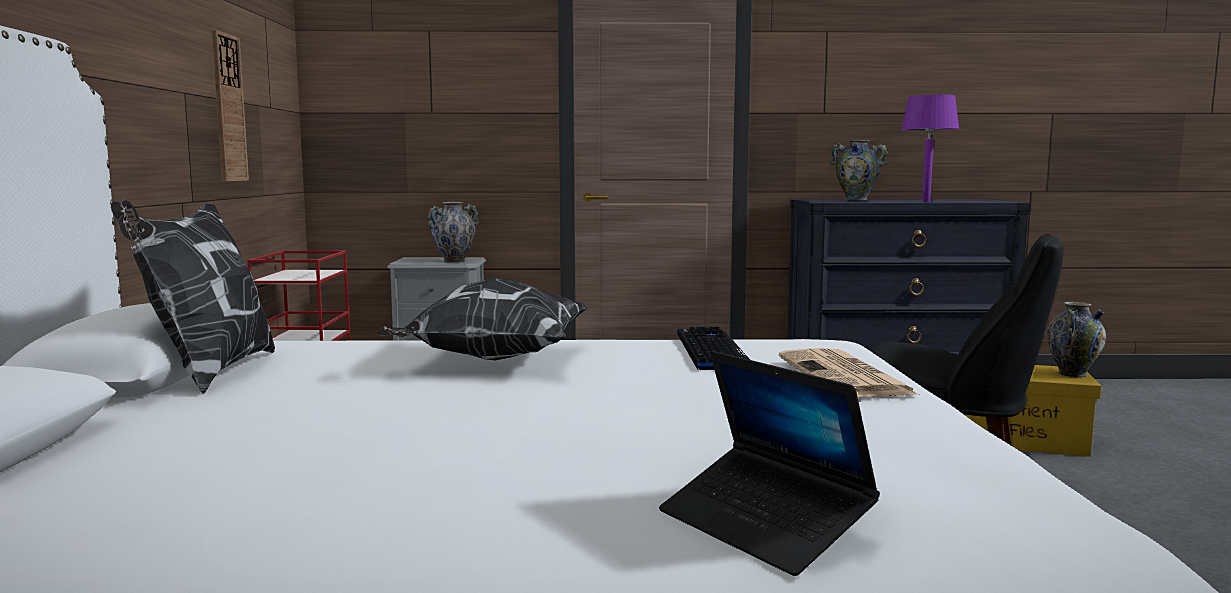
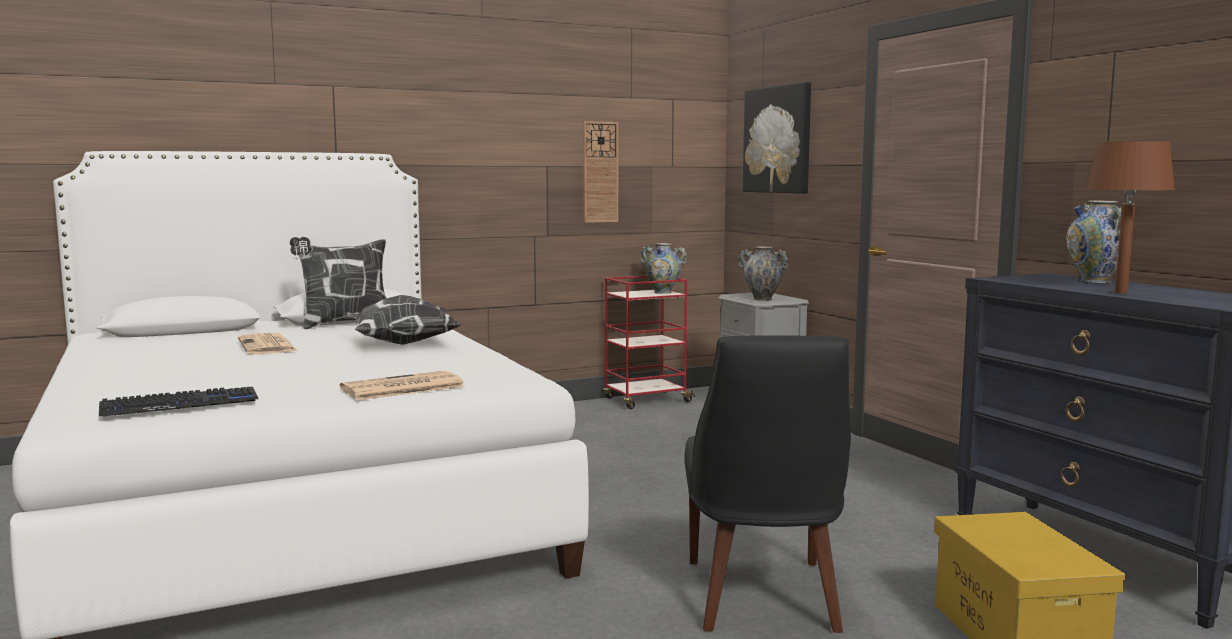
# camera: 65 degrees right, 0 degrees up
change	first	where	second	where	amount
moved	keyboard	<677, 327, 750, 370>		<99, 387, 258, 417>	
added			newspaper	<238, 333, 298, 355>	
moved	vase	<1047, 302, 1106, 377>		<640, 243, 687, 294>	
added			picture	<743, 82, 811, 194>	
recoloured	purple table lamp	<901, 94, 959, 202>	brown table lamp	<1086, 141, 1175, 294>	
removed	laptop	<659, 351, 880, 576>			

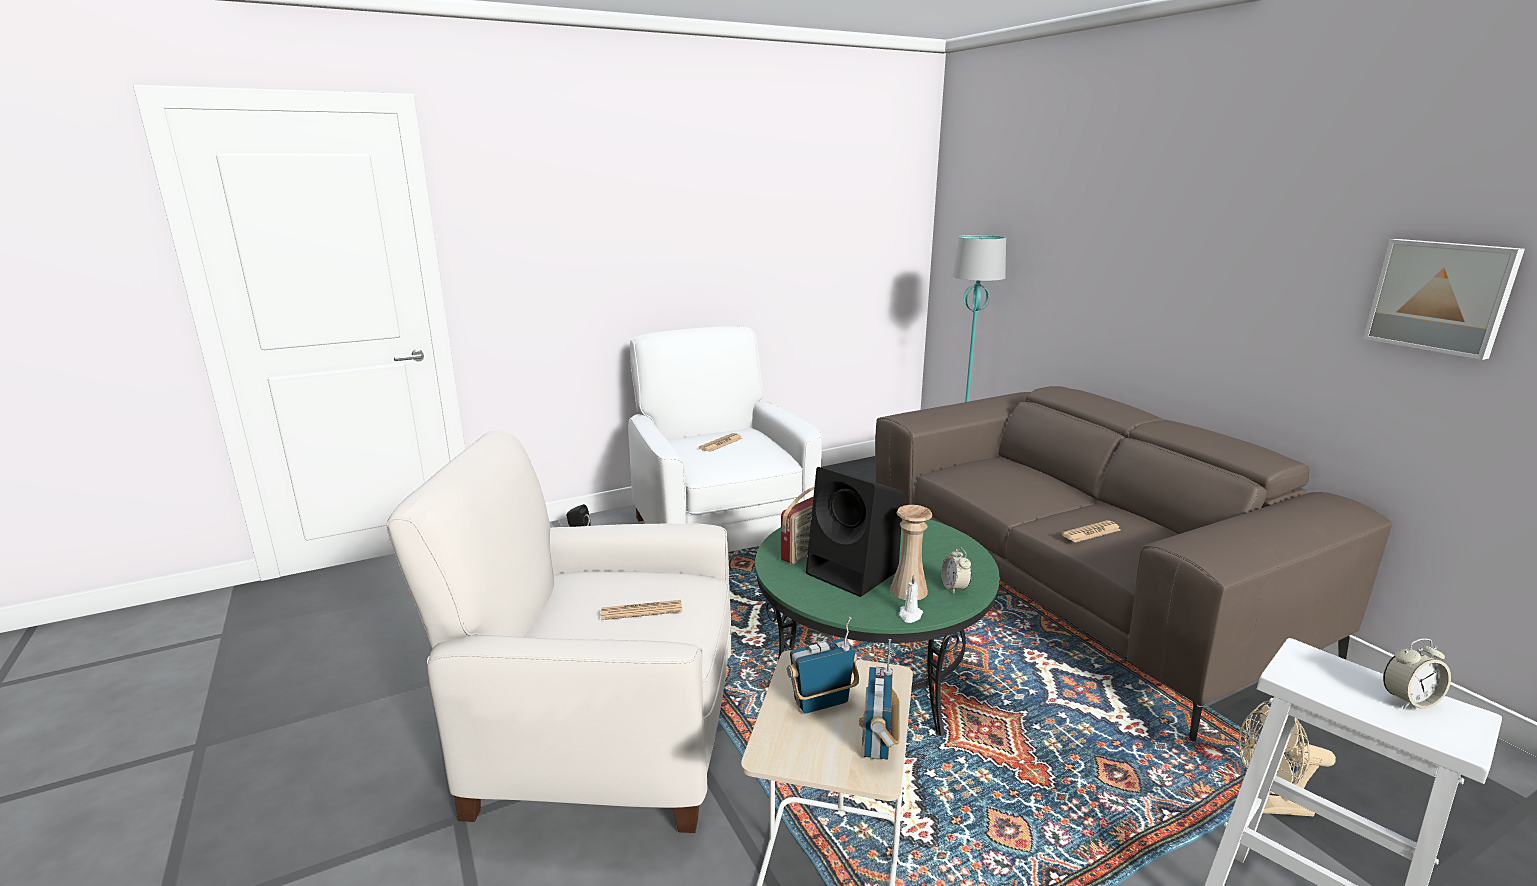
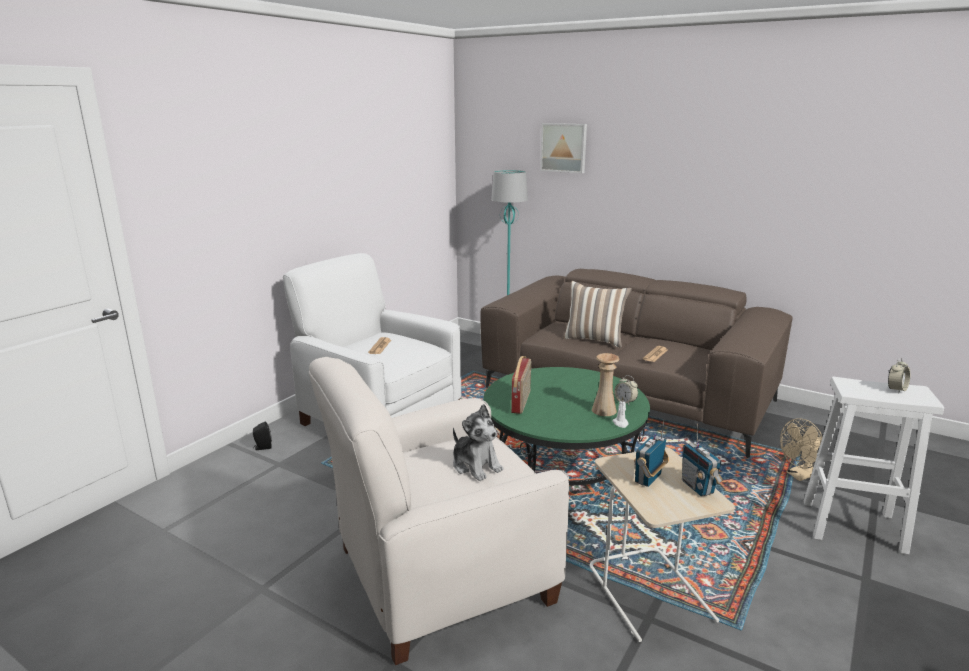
# camera: 30 degrees left, 0 degrees up
change	first	where	second	where	amount
replaced	newspaper	<601, 600, 682, 620>	plush toy	<453, 404, 504, 481>	
moved	picture	<1363, 239, 1525, 360>		<540, 123, 587, 173>	
added			pillow	<564, 281, 632, 348>	
removed	black speaker	<806, 467, 904, 597>			

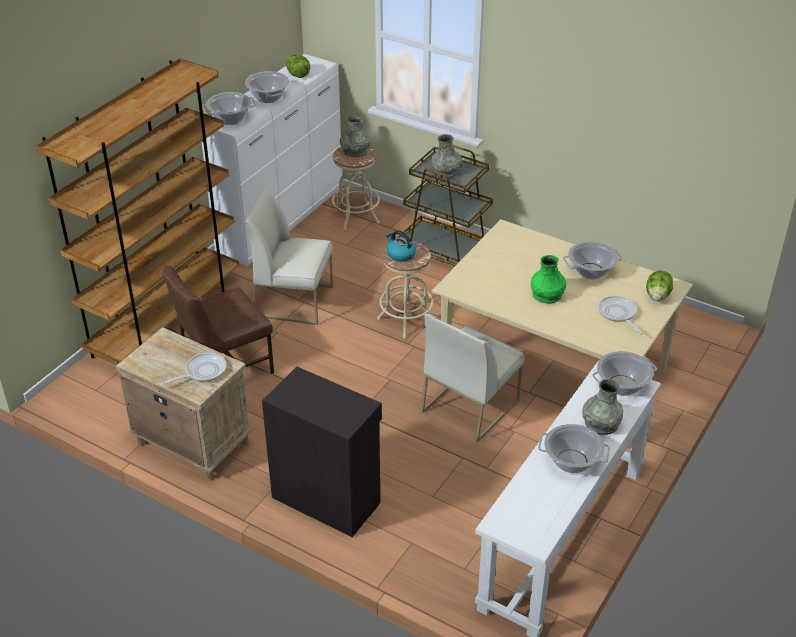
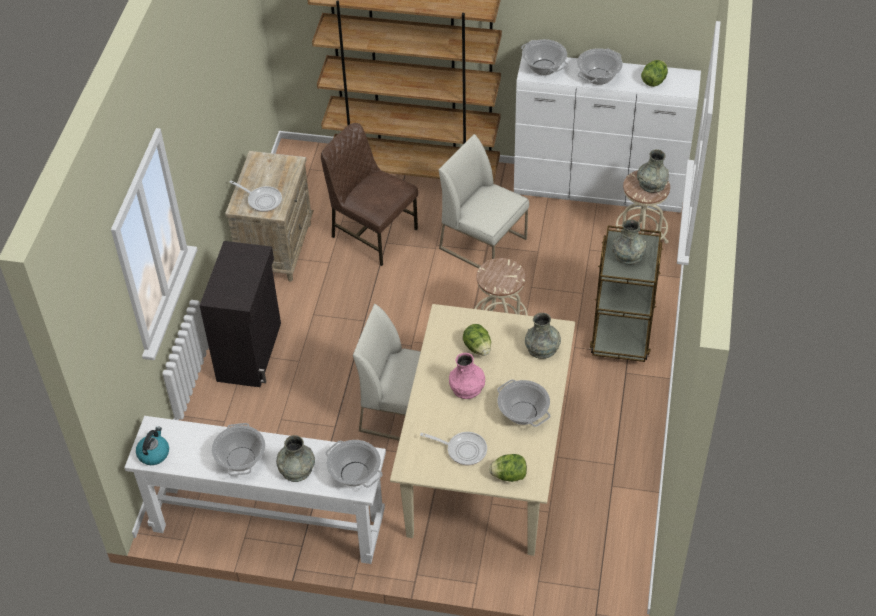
# camera: 70 degrees right, 10 degrees up
change	first	where	second	where	amount
moved	kettle	<386, 230, 416, 262>		<136, 427, 169, 465>	
turned	frying pan	<598, 296, 643, 335>		<420, 432, 487, 465>	60 degrees clockwise
turned	white chair	<245, 187, 333, 325>		<439, 134, 529, 269>	45 degrees counterclockwise
recoloured	green vase	<531, 255, 566, 304>	pink vase	<449, 353, 485, 399>	
added			lettuce	<463, 324, 491, 356>	
added			grey vase	<525, 313, 561, 359>	

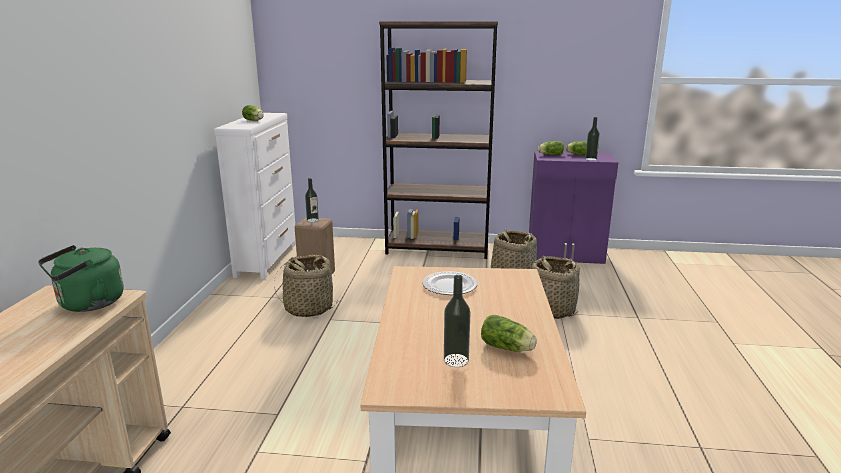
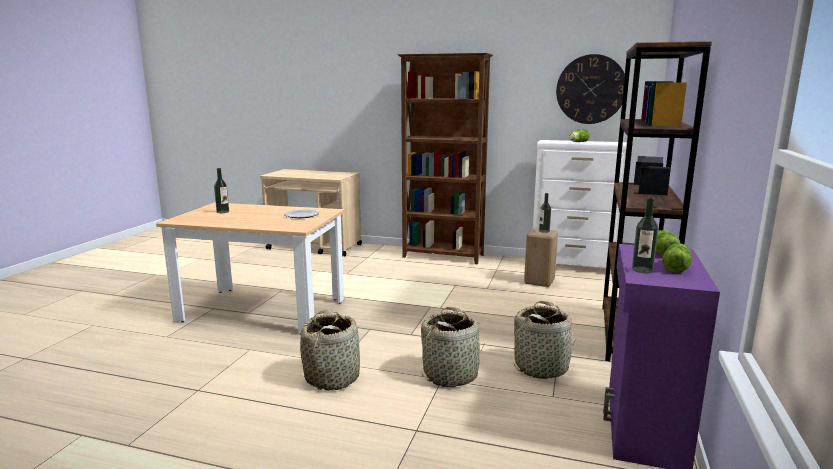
# camera: 100 degrees right, 5 degrees down
change	first	where	second	where	amount
moved	basket	<274, 255, 338, 317>		<300, 310, 360, 391>	
added			brown bookcase	<397, 53, 493, 264>	
added			wall clock	<556, 54, 625, 124>	
removed	green kettle	<38, 245, 124, 312>			
removed	lettuce	<481, 315, 537, 352>			

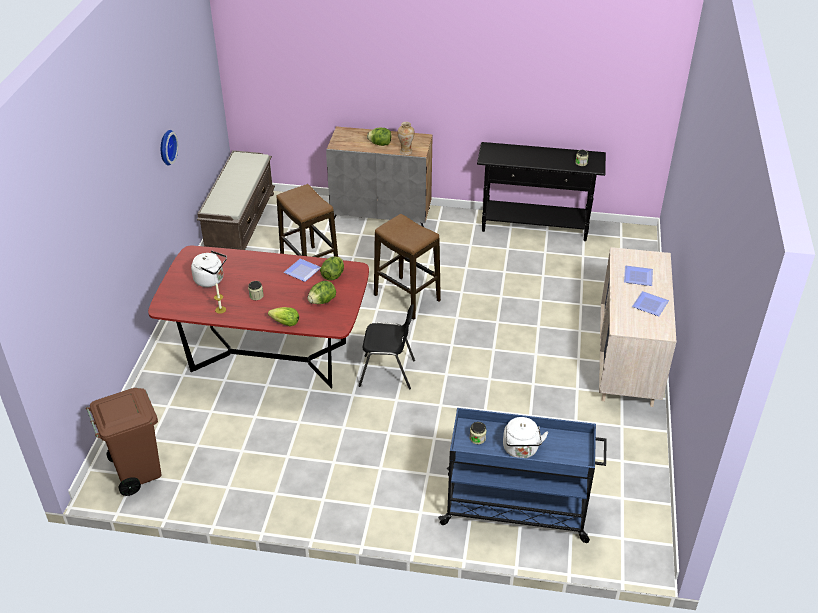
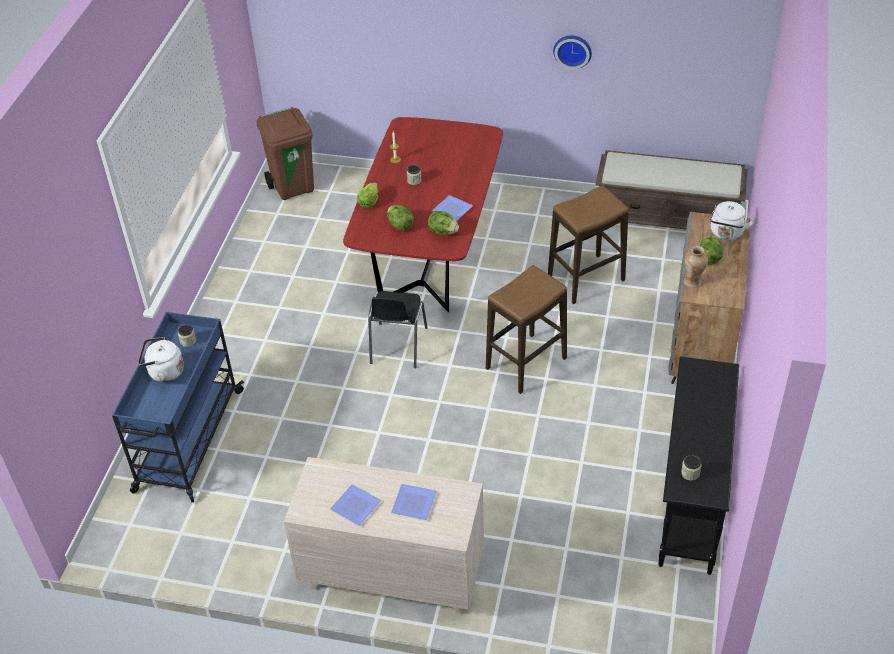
# camera: 95 degrees right, 5 degrees up
change	first	where	second	where	amount
moved	white kettle	<191, 251, 227, 287>		<710, 201, 755, 240>	

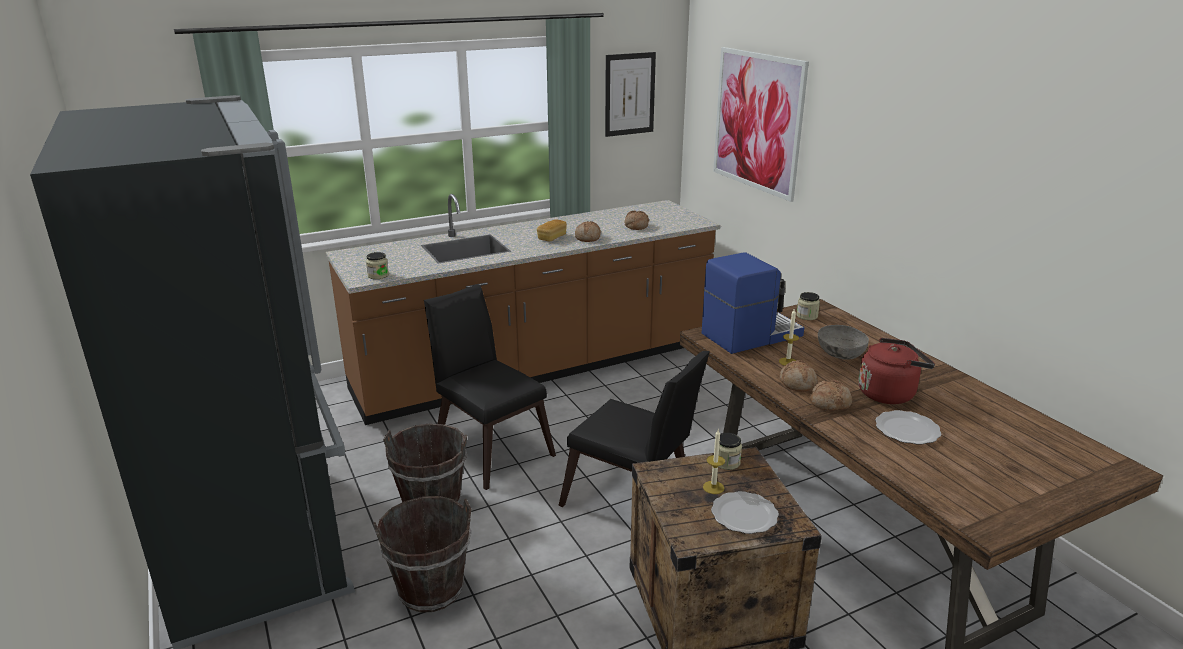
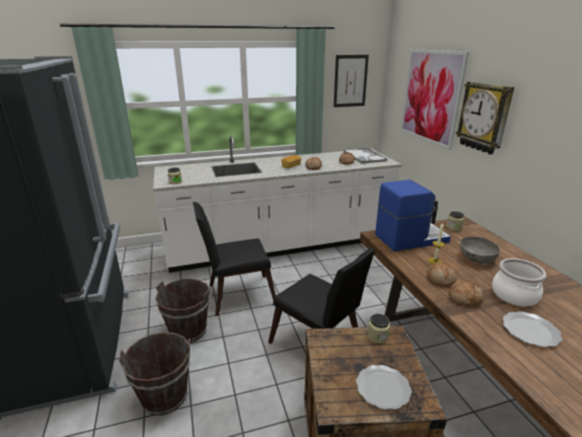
# camera: 10 degrees right, 0 degrees up
change	first	where	second	where	amount
recoloured	brown counter	<326, 194, 721, 425>	white counter	<153, 136, 402, 273>	
turned	black chair	<424, 284, 556, 490>		<193, 202, 276, 316>	75 degrees counterclockwise
added			tray	<344, 148, 387, 163>	
added			wall clock	<456, 81, 514, 155>	
replaced	red kettle	<858, 338, 935, 404>	cooking pot	<492, 258, 546, 306>	
removed	candle	<703, 430, 725, 494>			

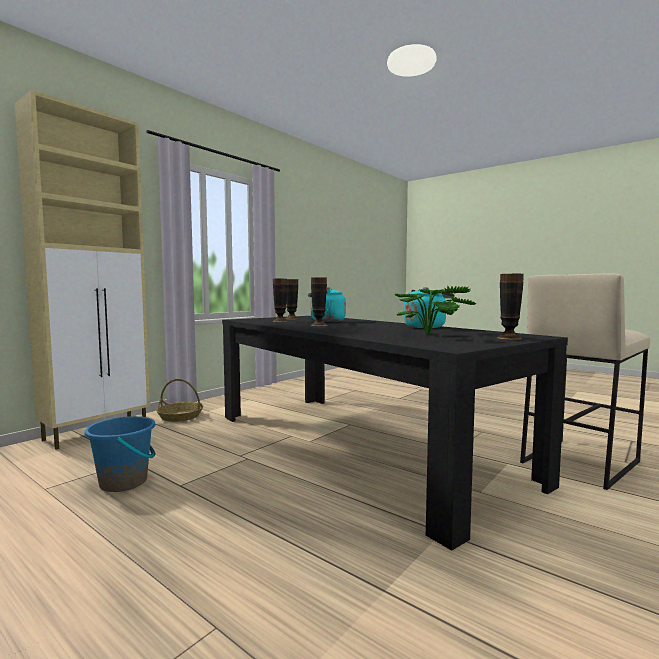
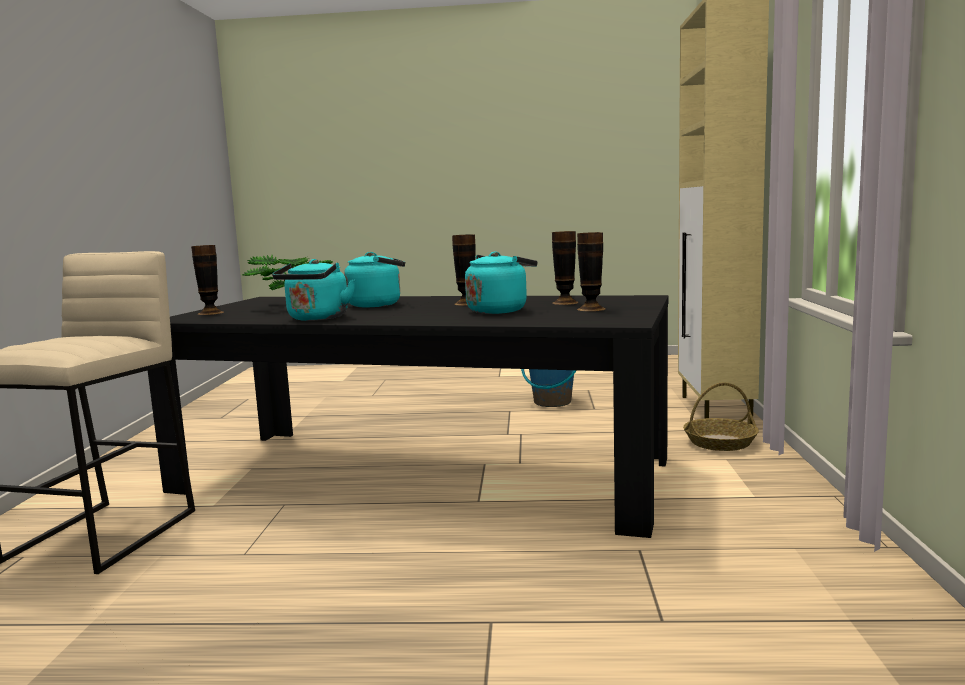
# camera: 145 degrees right, 5 degrees up
change	first	where	second	where	amount
added			turquoise kettle	<344, 252, 405, 307>	

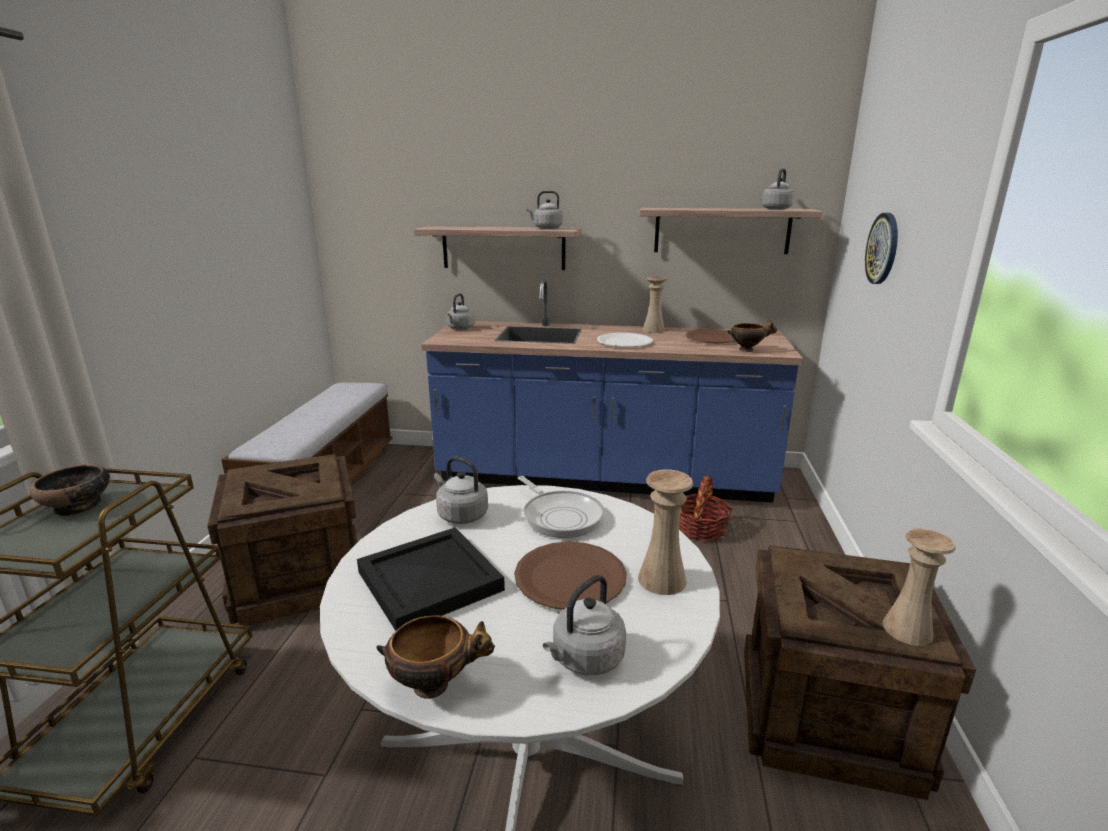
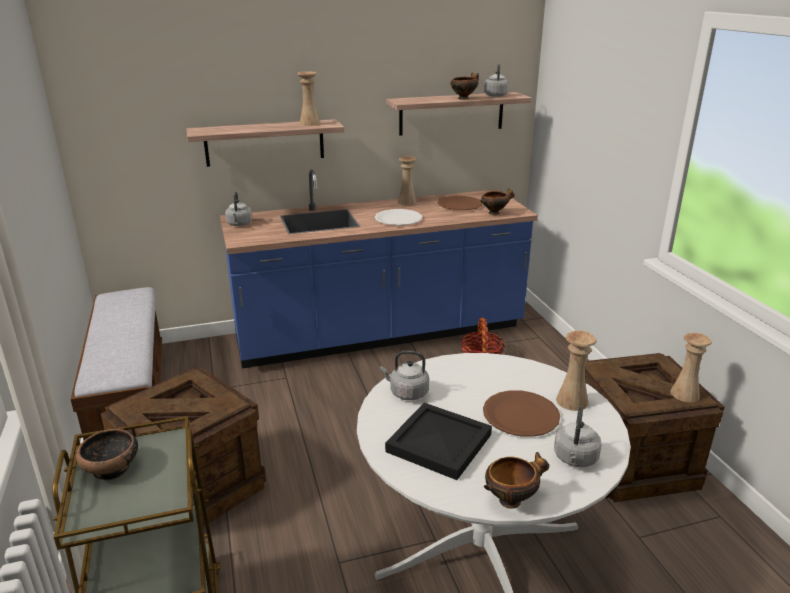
# camera: 25 degrees left, 5 degrees up
change	first	where	second	where	amount
replaced	grey kettle	<527, 191, 562, 229>	beige vase	<297, 72, 320, 126>	
added			bowl	<450, 73, 479, 100>	
removed	frying pan	<518, 476, 604, 538>			
removed	wall clock	<865, 213, 898, 284>			

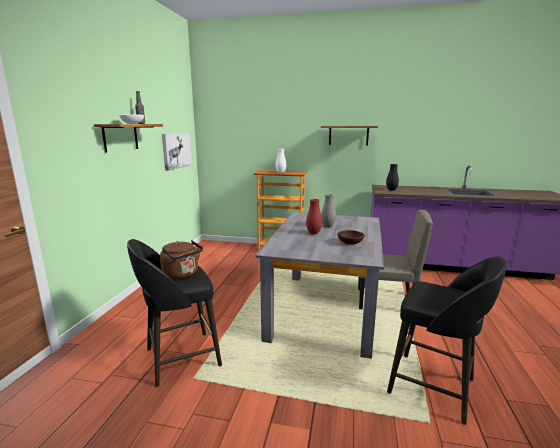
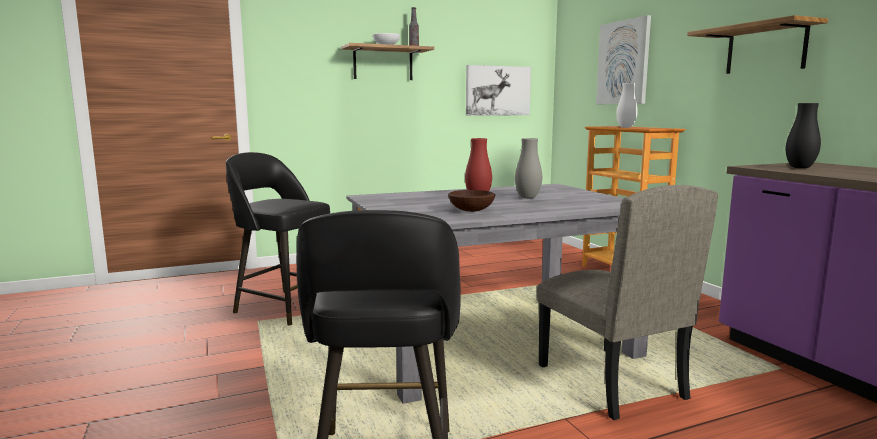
# camera: 55 degrees right, 5 degrees down
change	first	where	second	where	amount
added			picture	<596, 15, 651, 104>	
removed	brown kettle	<160, 240, 203, 279>			

